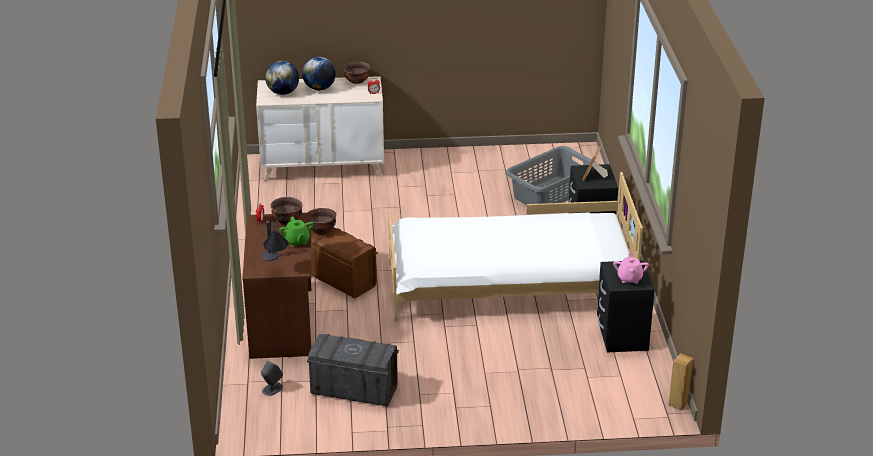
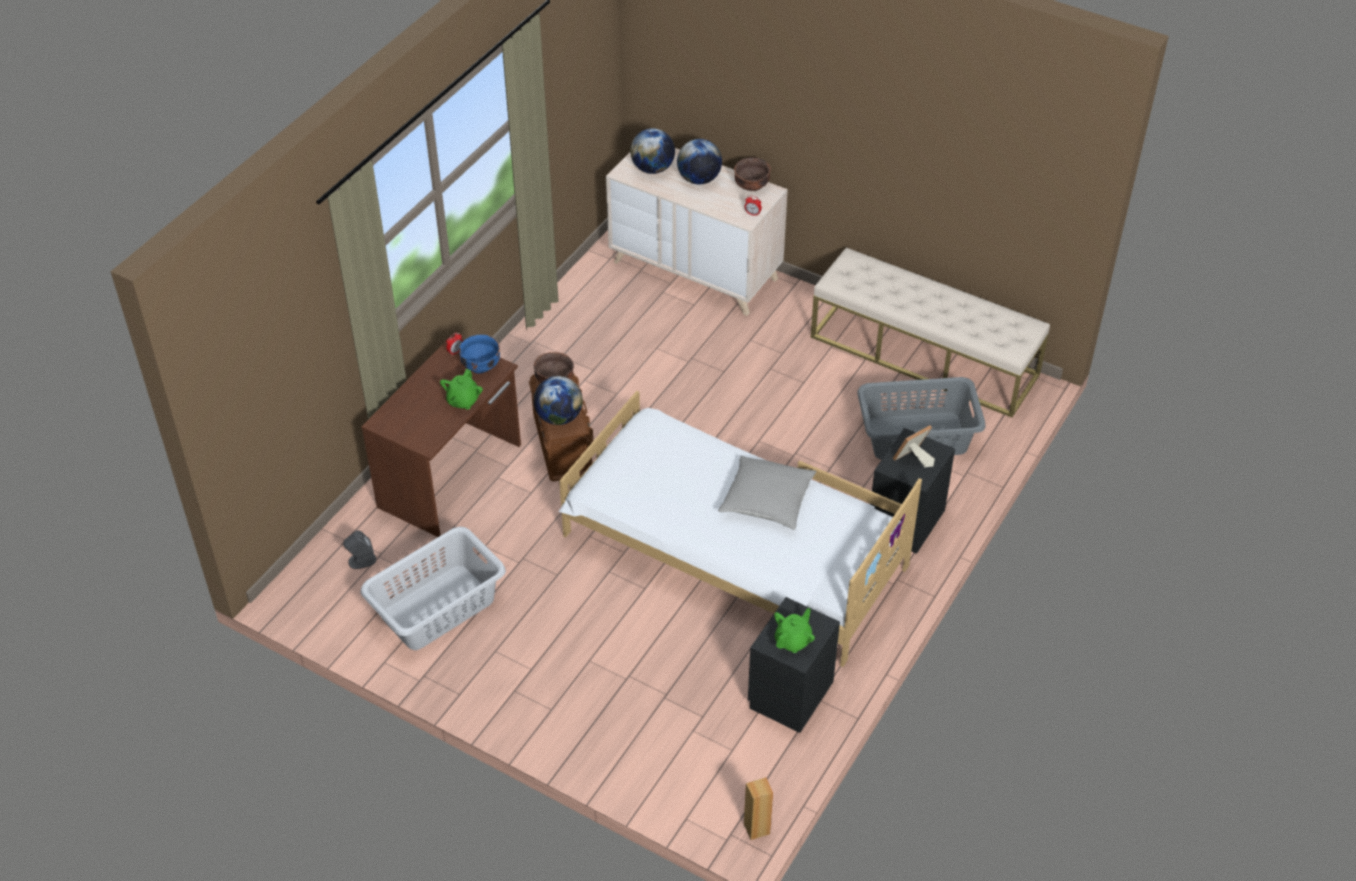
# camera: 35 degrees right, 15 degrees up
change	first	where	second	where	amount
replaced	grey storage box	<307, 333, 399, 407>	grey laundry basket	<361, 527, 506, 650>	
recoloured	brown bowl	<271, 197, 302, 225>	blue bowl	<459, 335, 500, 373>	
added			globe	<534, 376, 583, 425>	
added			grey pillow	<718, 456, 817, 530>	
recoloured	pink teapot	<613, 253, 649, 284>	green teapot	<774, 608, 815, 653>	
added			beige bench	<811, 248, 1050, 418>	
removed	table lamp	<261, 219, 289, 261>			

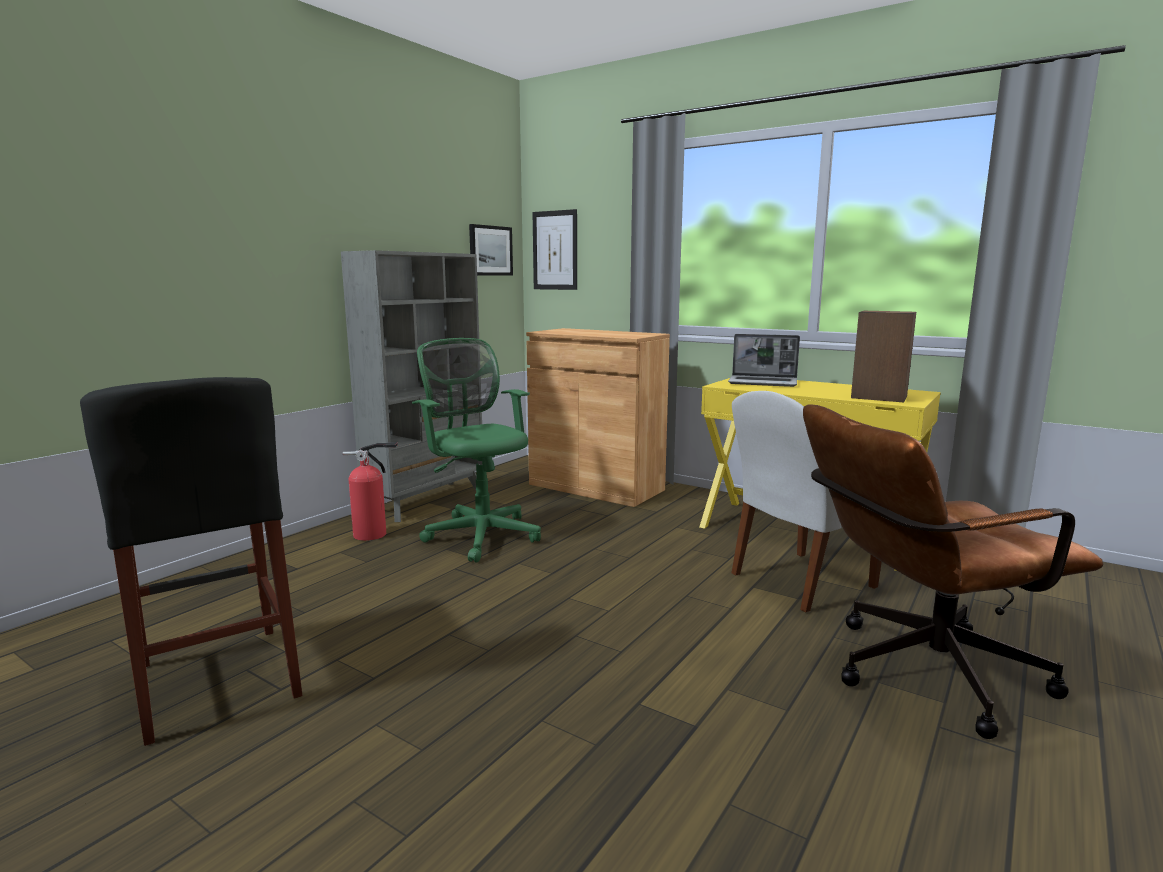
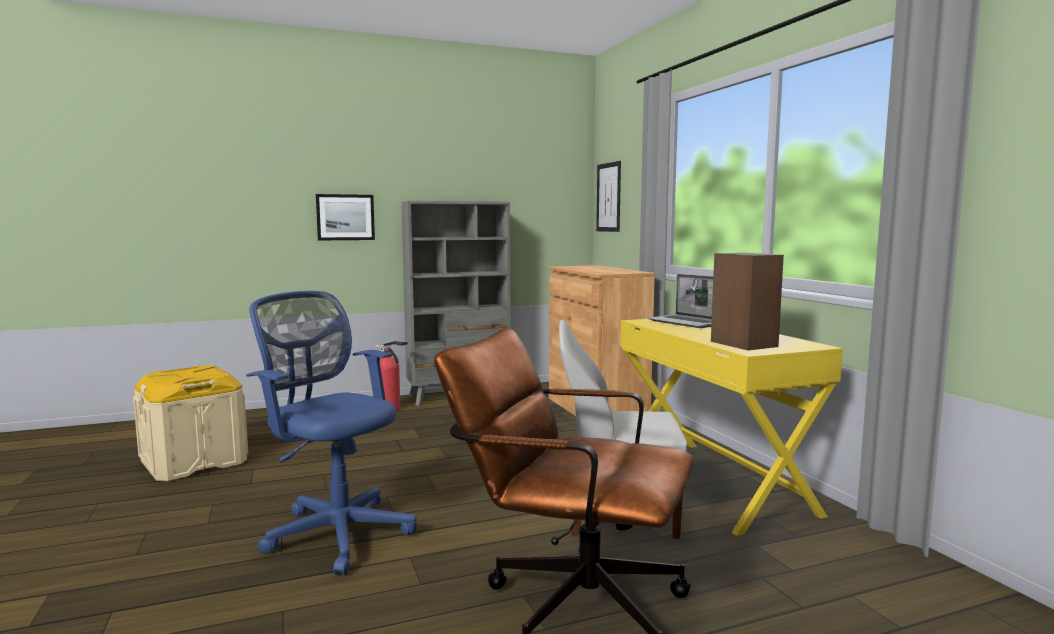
# camera: 35 degrees right, 5 degrees down
change	first	where	second	where	amount
replaced	black stool	<80, 377, 303, 746>	beige storage box	<133, 366, 248, 481>	
added			blue office chair	<246, 291, 417, 575>	
moved	picture	<469, 224, 513, 276>		<316, 194, 375, 240>	
removed	green office chair	<412, 338, 541, 563>			

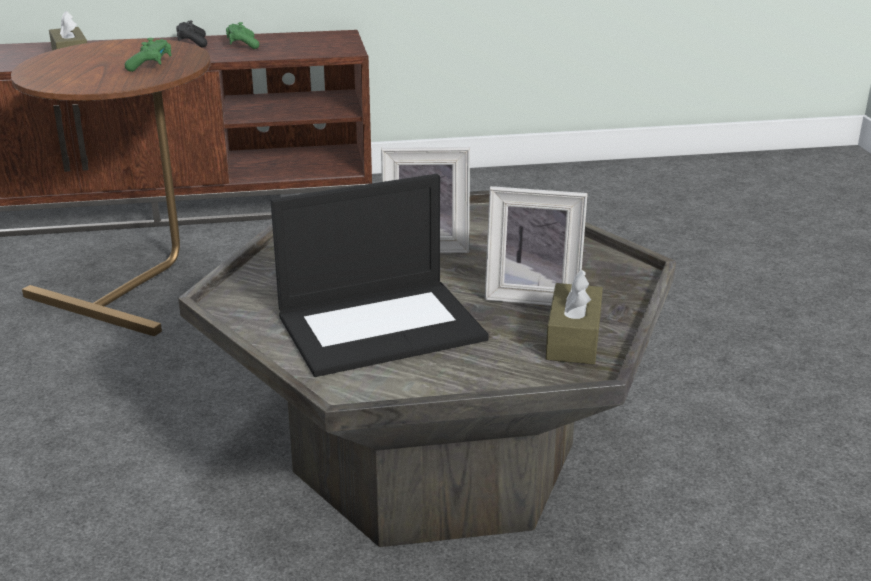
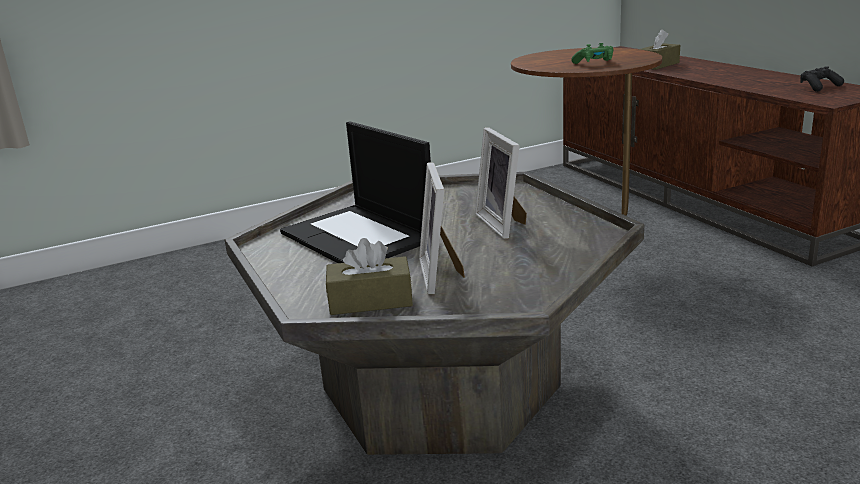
# camera: 75 degrees right, 5 degrees down
change	first	where	second	where	amount
moved	black game controller	<176, 21, 207, 48>		<800, 66, 844, 92>	
removed	green game controller	<226, 22, 259, 49>			

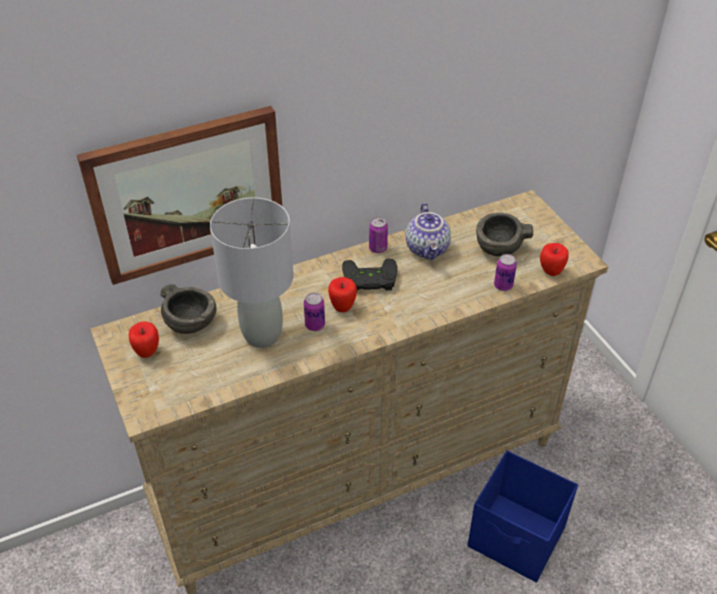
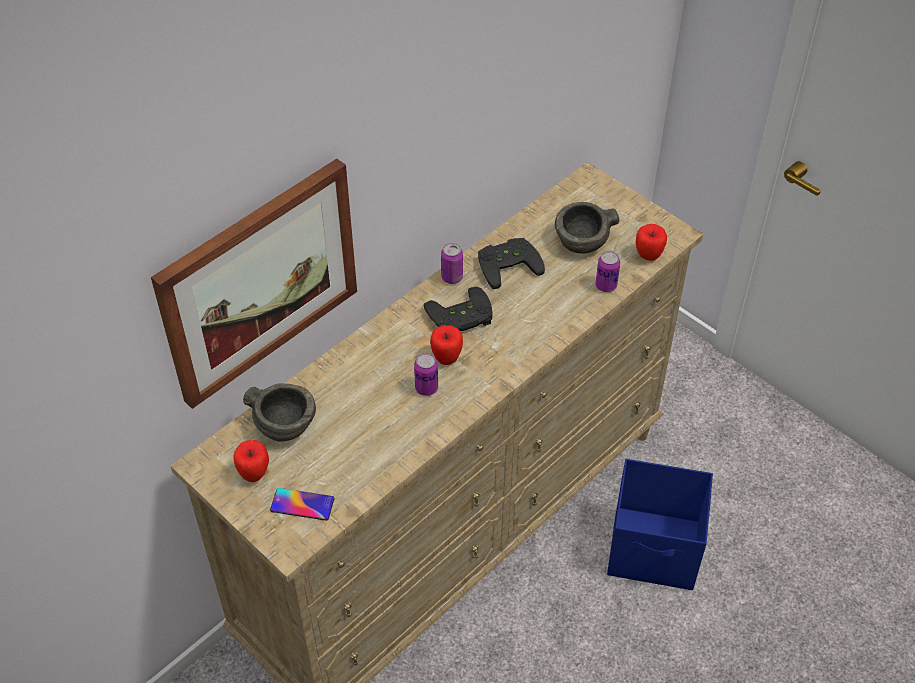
# camera: 20 degrees left, 5 degrees up
change	first	where	second	where	amount
added			phone	<270, 488, 334, 520>	
replaced	teapot	<406, 202, 451, 260>	black game controller	<478, 238, 545, 289>	
removed	grey table lamp	<210, 197, 294, 348>			

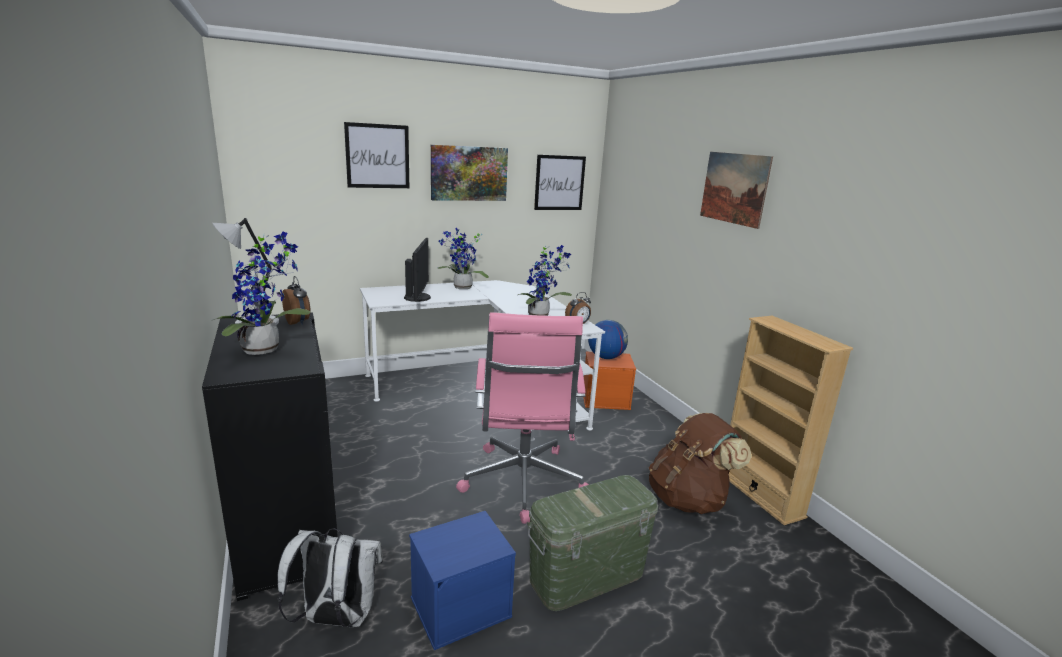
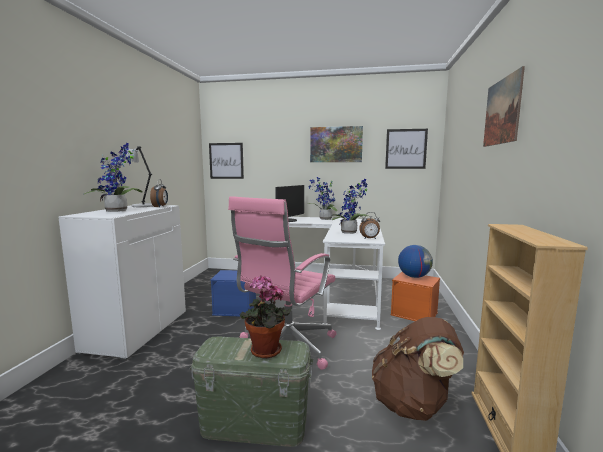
# camera: 35 degrees right, 10 degrees down
change	first	where	second	where	amount
recoloured	black cabinet	<202, 312, 338, 601>	white cabinet	<58, 205, 186, 361>	
moved	picture	<344, 122, 409, 188>		<209, 143, 244, 179>	
moved	blue storage box	<409, 511, 516, 650>		<210, 270, 256, 316>	
added			potted plant	<240, 276, 291, 359>	
removed	white backpack	<277, 528, 383, 627>			

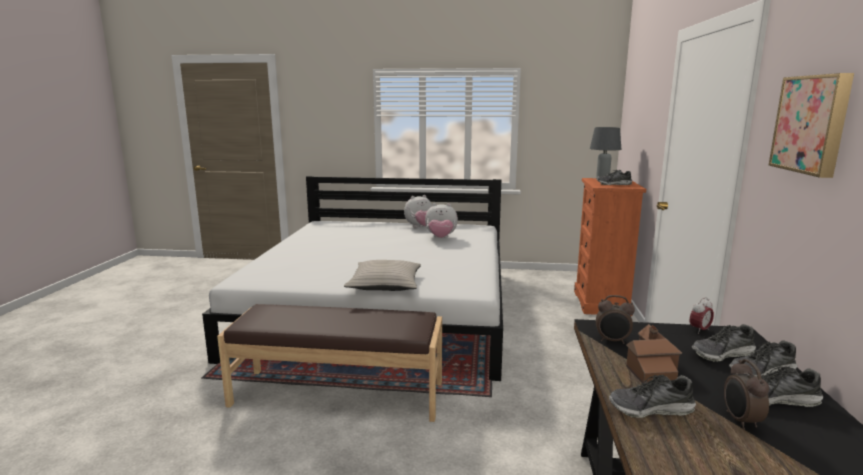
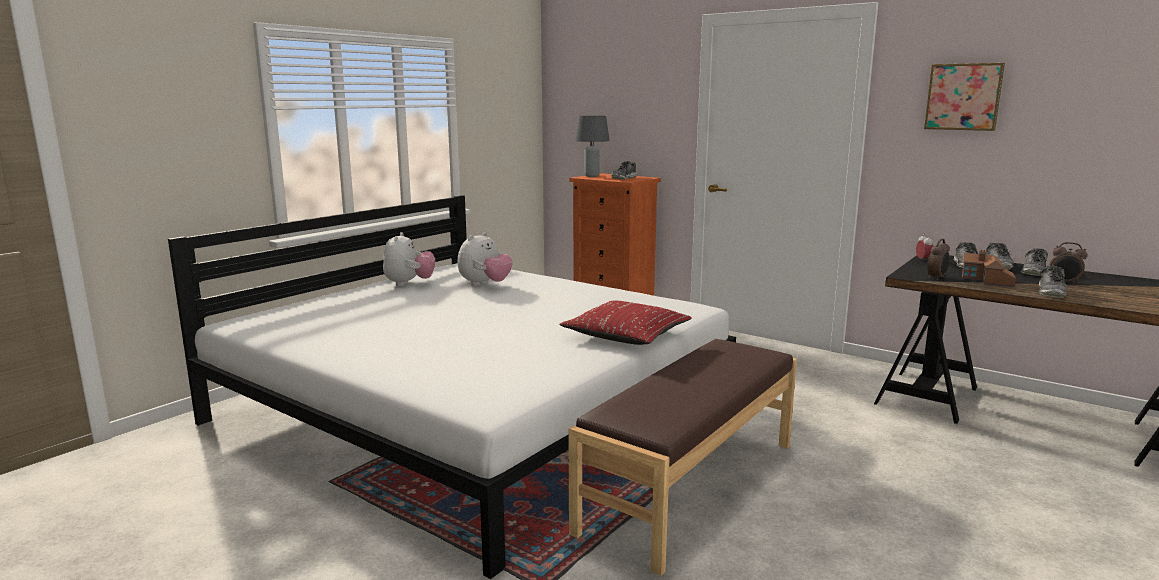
# camera: 60 degrees left, 0 degrees up
change	first	where	second	where	amount
recoloured	beige pillow	<344, 260, 421, 291>	red pillow	<559, 301, 692, 345>	

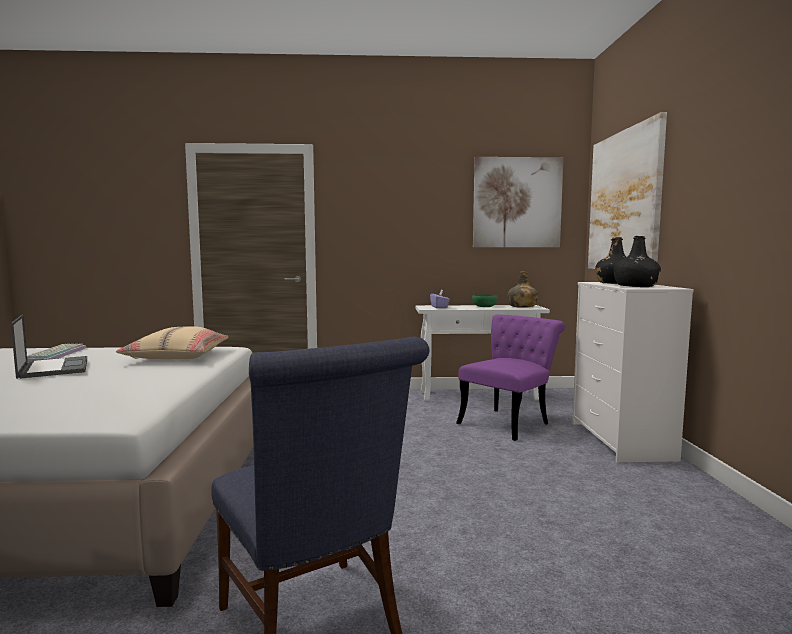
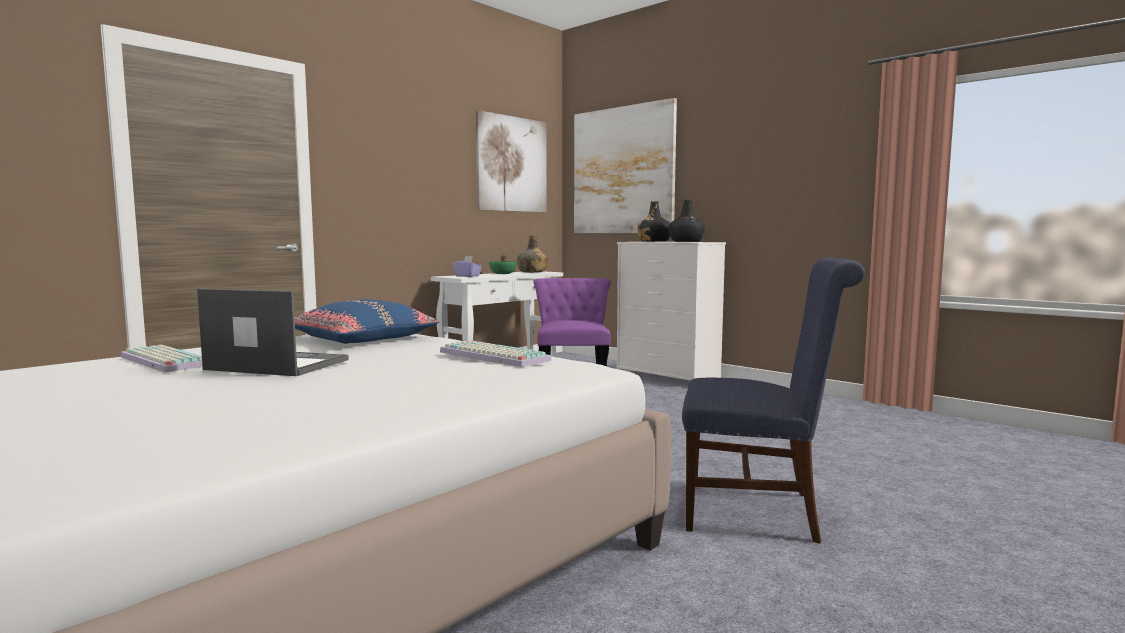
# camera: 45 degrees left, 0 degrees up
change	first	where	second	where	amount
recoloured	beige pillow	<116, 326, 228, 359>	blue pillow	<295, 299, 439, 344>	
added			keyboard	<440, 340, 552, 367>	

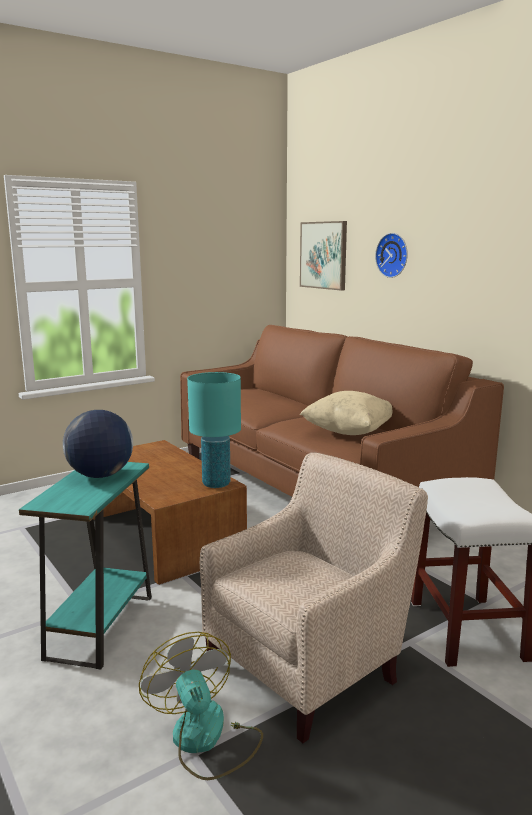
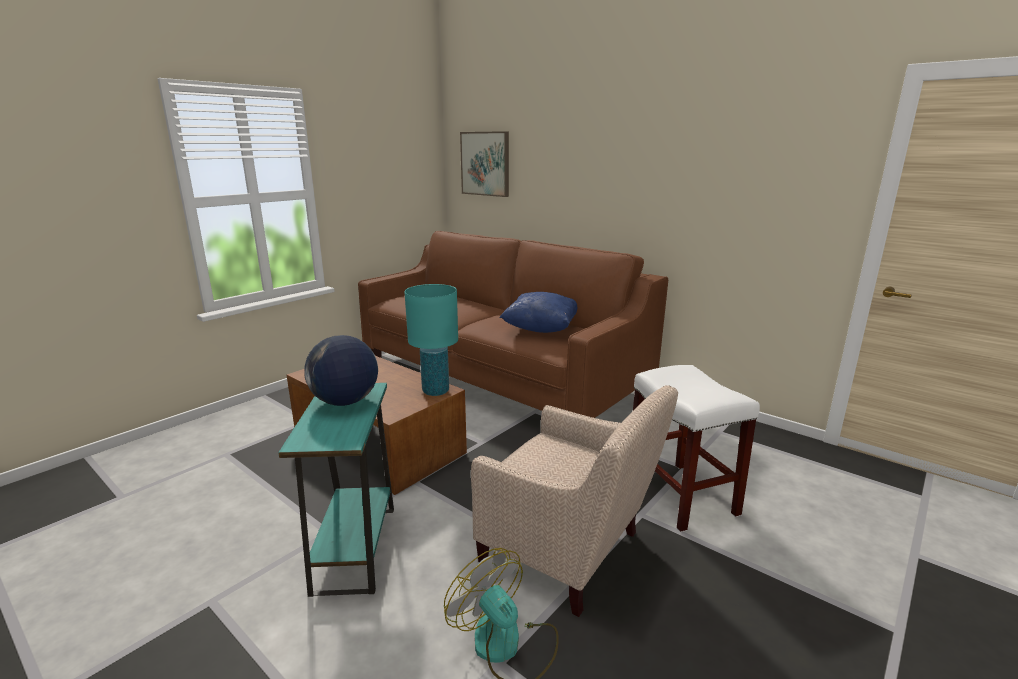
# camera: 15 degrees left, 5 degrees up
change	first	where	second	where	amount
turned	beige armchair	<200, 452, 428, 743>		<471, 385, 678, 617>	90 degrees clockwise
recoloured	beige pillow	<300, 391, 393, 435>	blue pillow	<500, 292, 577, 333>	
removed	wall clock	<375, 233, 408, 278>			

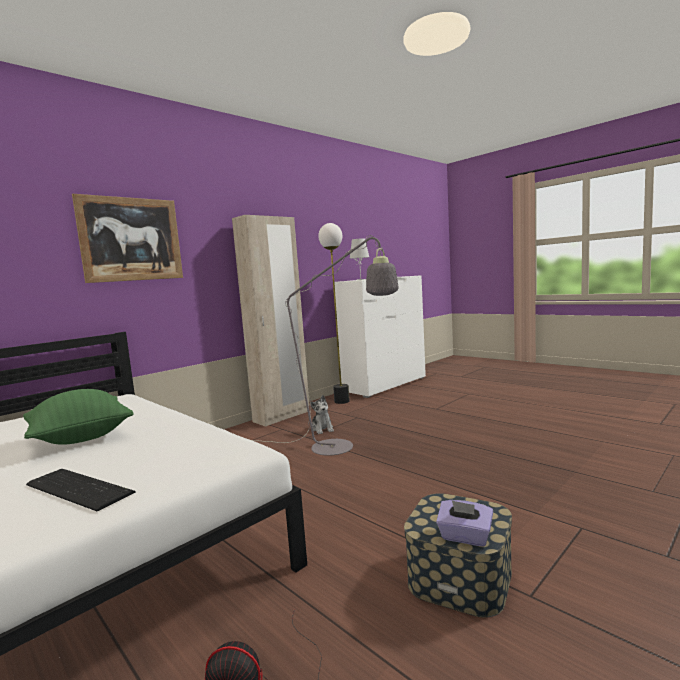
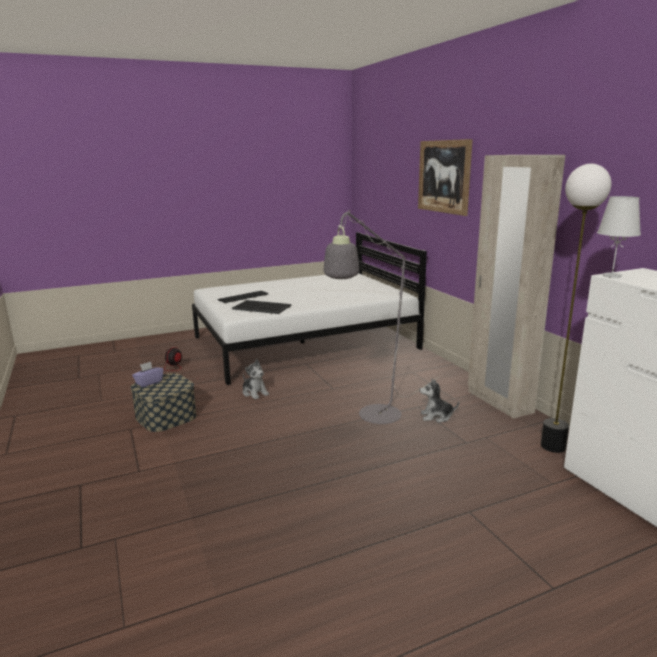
# camera: 110 degrees right, 10 degrees up
change	first	where	second	where	amount
added			tray	<232, 300, 291, 314>	
added			plush toy	<243, 359, 269, 399>	
removed	green pillow	<23, 389, 133, 445>			

